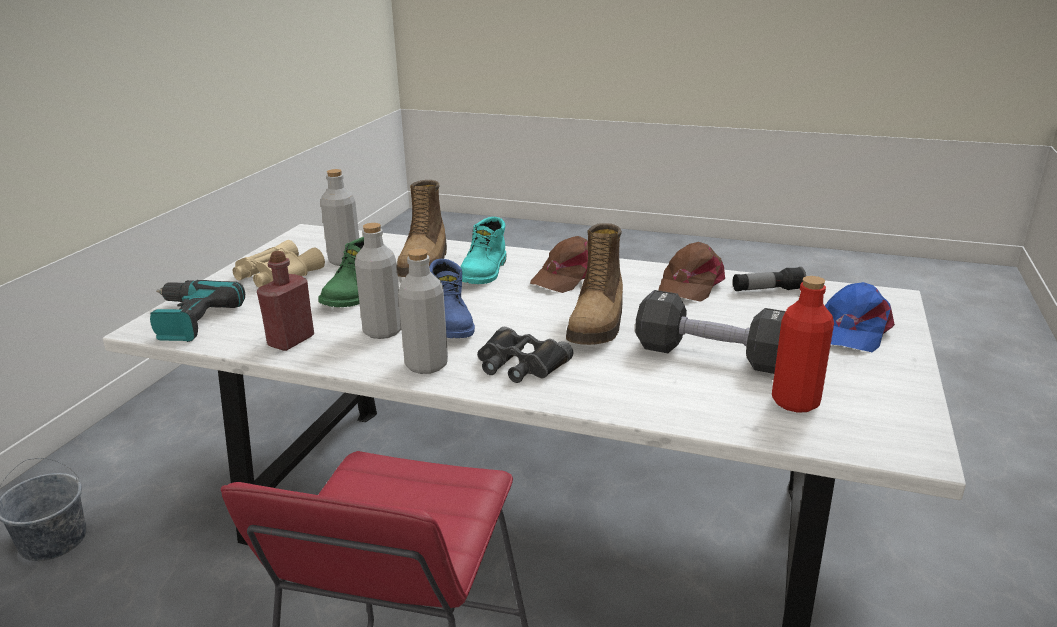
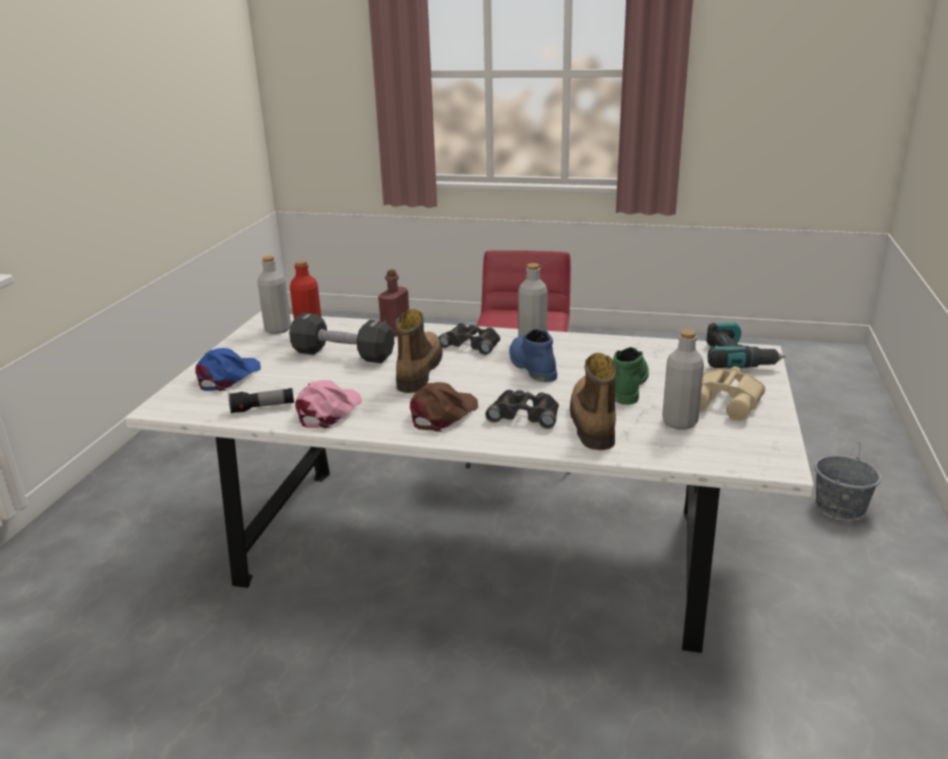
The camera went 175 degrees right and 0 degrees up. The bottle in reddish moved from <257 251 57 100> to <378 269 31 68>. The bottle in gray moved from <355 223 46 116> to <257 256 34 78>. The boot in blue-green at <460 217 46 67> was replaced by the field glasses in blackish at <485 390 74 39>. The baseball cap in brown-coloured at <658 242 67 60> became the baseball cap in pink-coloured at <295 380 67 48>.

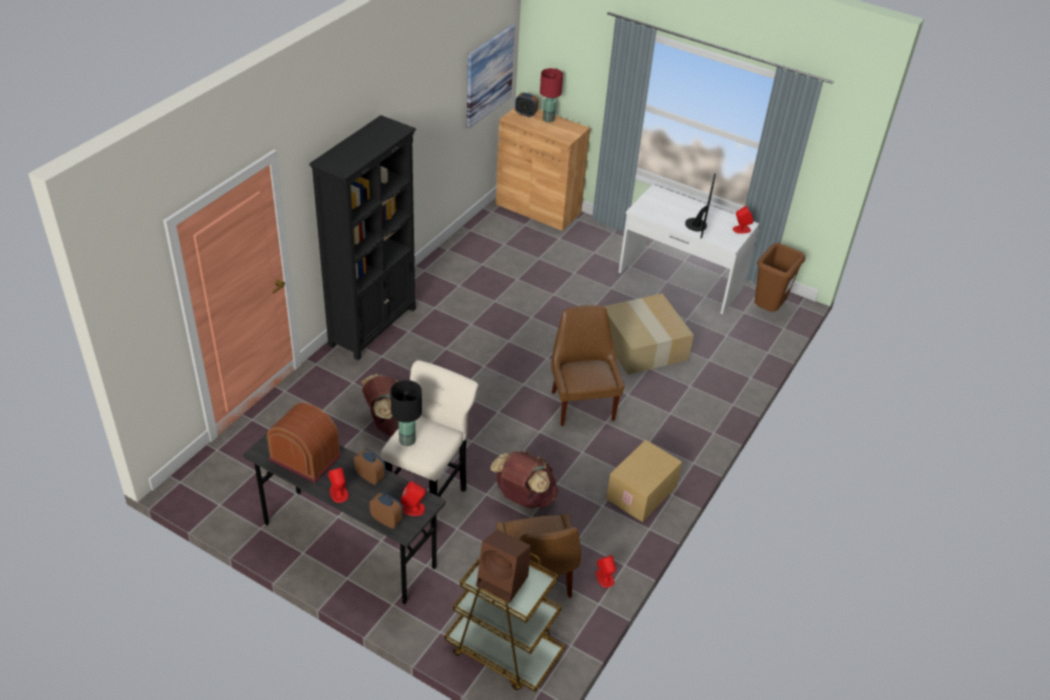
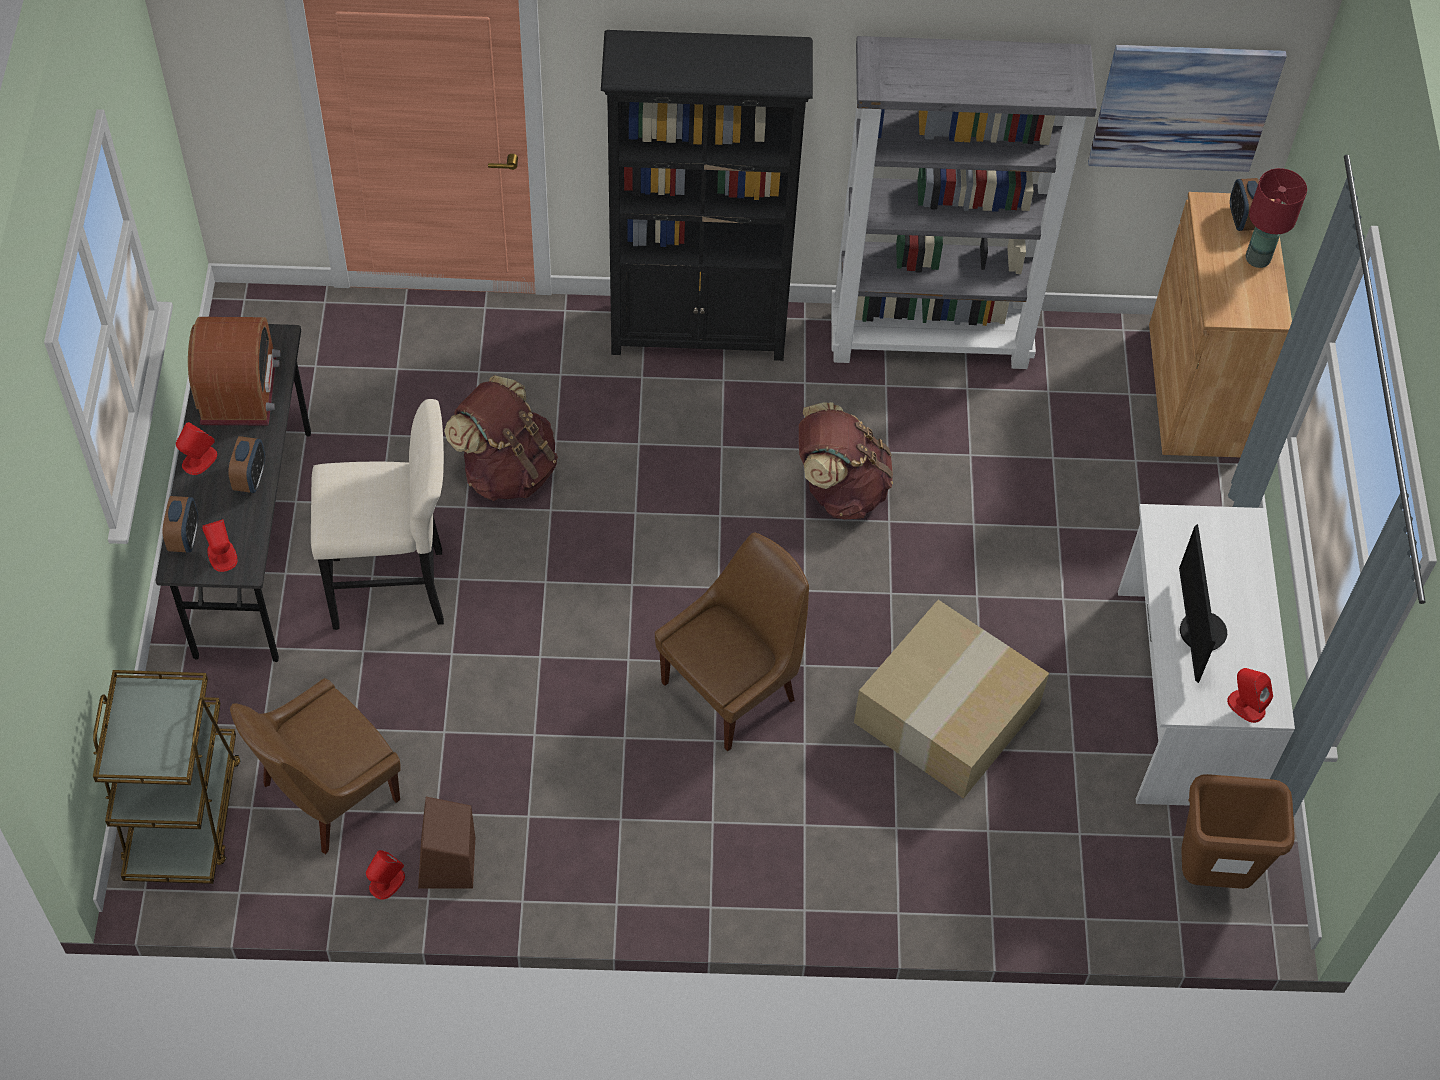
The camera went 60 degrees right and 15 degrees up. The tabletop lamp in blackish at <390 380 32 66> disappeared. The audio speaker in brown-coloured moved from <476 530 55 73> to <418 797 57 91>. The backpack in brown-coloured moved from <490 451 68 57> to <799 402 94 117>. The cardboard box at <606 440 76 82> disappeared. The monitor at <685 173 31 66> turned 105 degrees clockwise. The shelving unit in gray at <831 36 266 333> appeared.

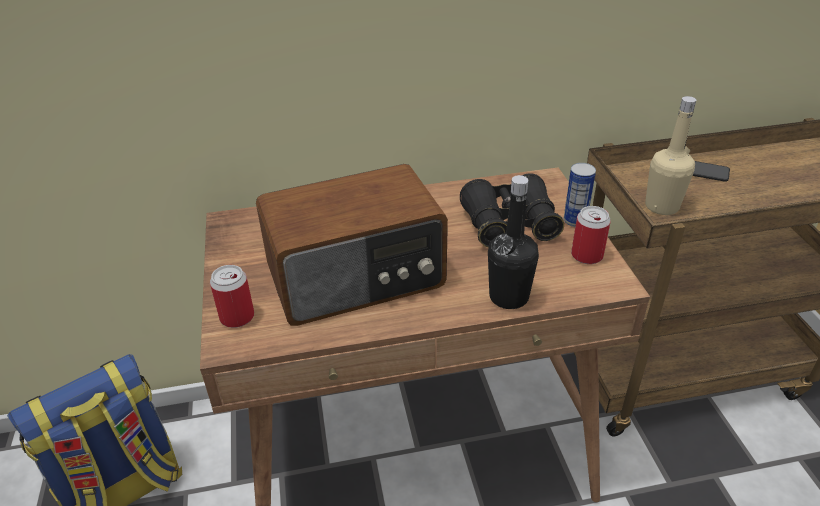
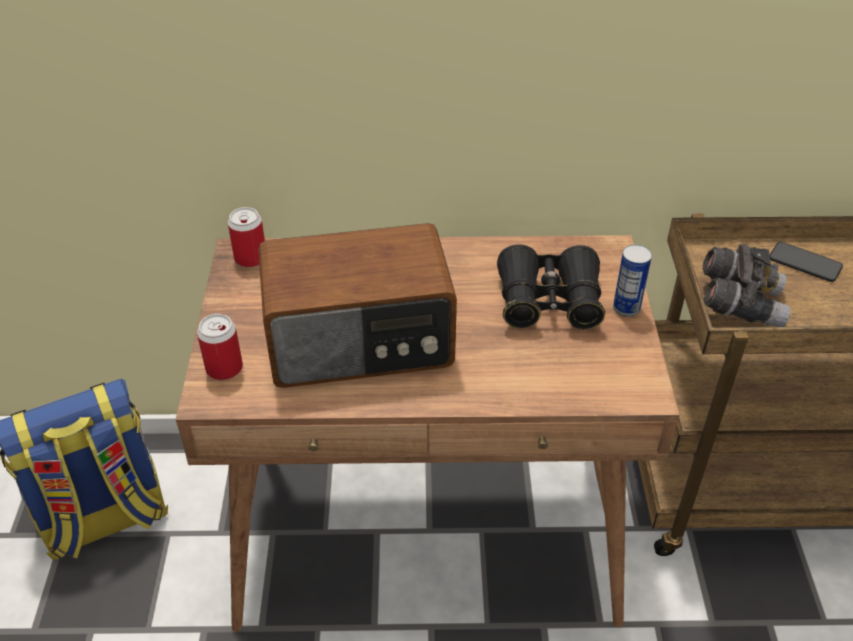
The camera went 10 degrees right and 5 degrees up. The bottle in blackish at <488 175 51 134> disappeared. The metal can moved from <571 206 40 58> to <228 207 37 60>. The bottle in sand-coloured at <645 96 51 119> was replaced by the field glasses in gray at <702 244 89 83>.

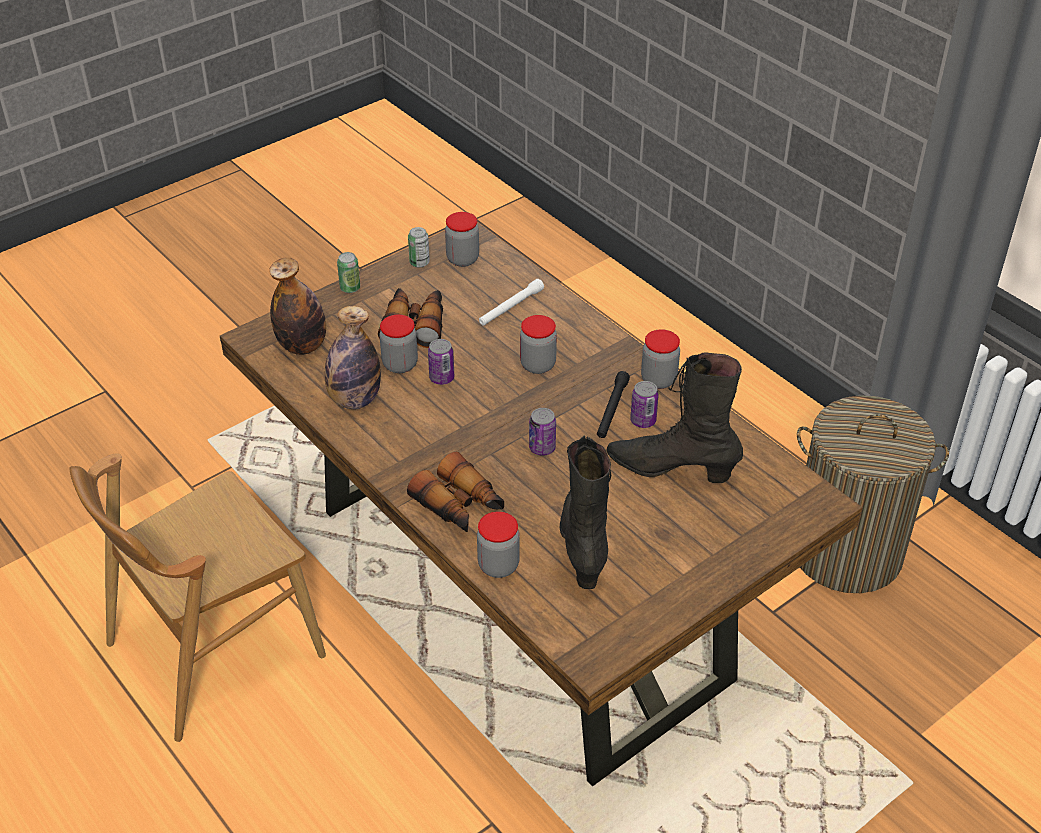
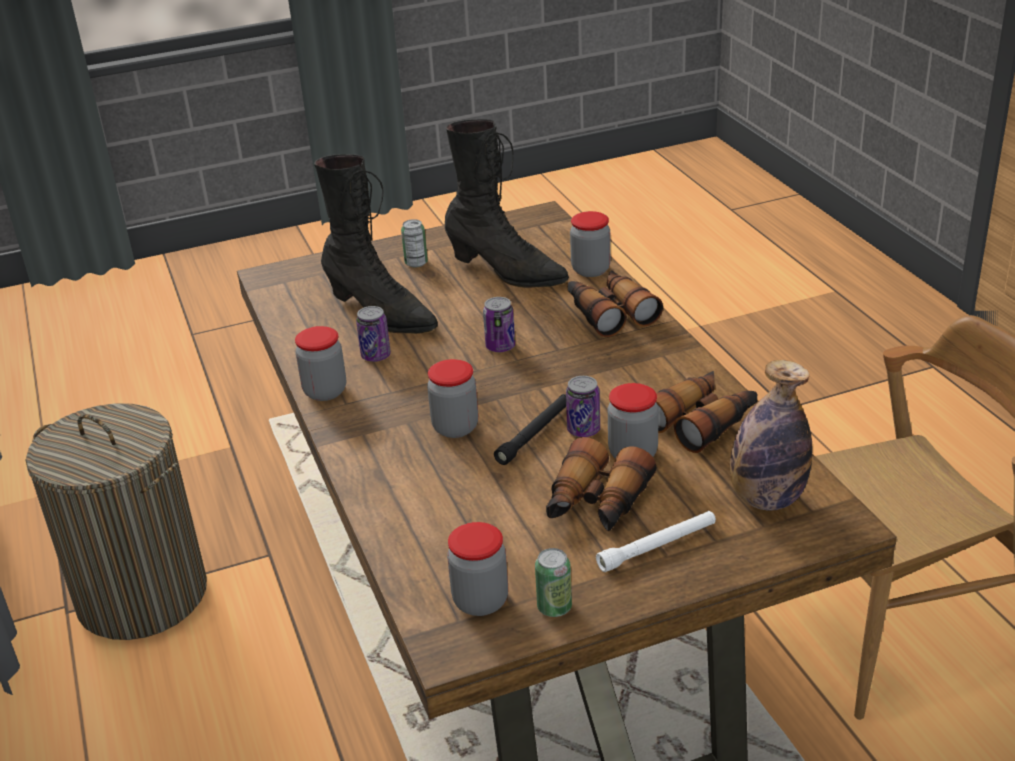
The camera went 160 degrees left and 10 degrees down. The bottle at <325 306 56 103> was replaced by the field glasses at <656 371 101 82>. The metal can moved from <337 252 23 41> to <401 219 27 48>. The hand torch in white-coloured moved from <479 279 65 47> to <596 511 120 61>. The boot in blackish at <560 435 51 154> turned 75 degrees counterclockwise. The hand torch in blackish moved from <597 371 33 67> to <494 394 72 71>.

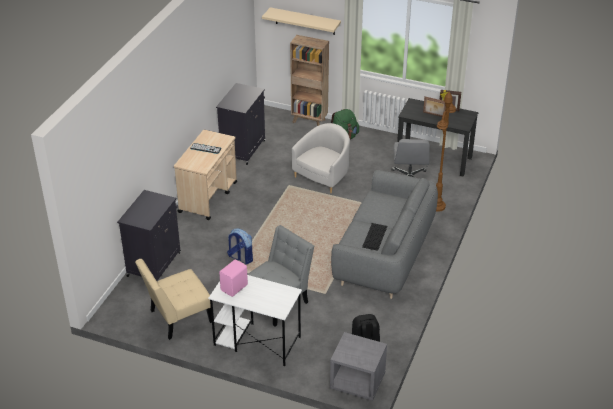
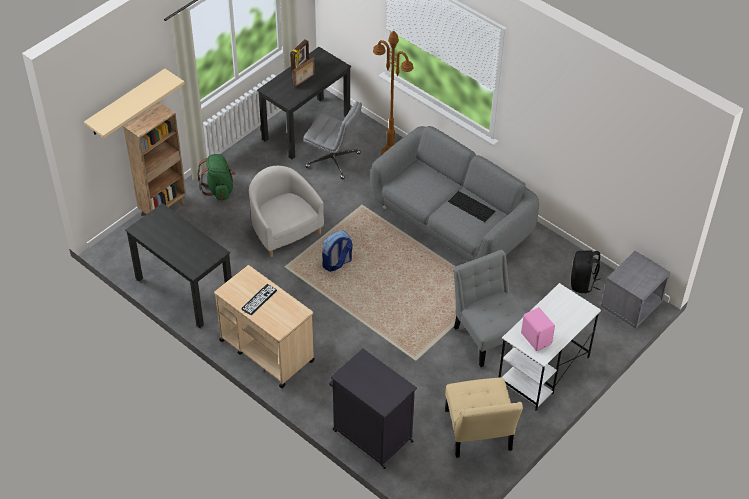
The camera went 70 degrees left and 10 degrees up. The storage cabinet in blackish at <216 83 49 82> was replaced by the desk in blackish at <125 203 107 125>. The backpack moved from <227 228 26 36> to <322 231 30 41>.

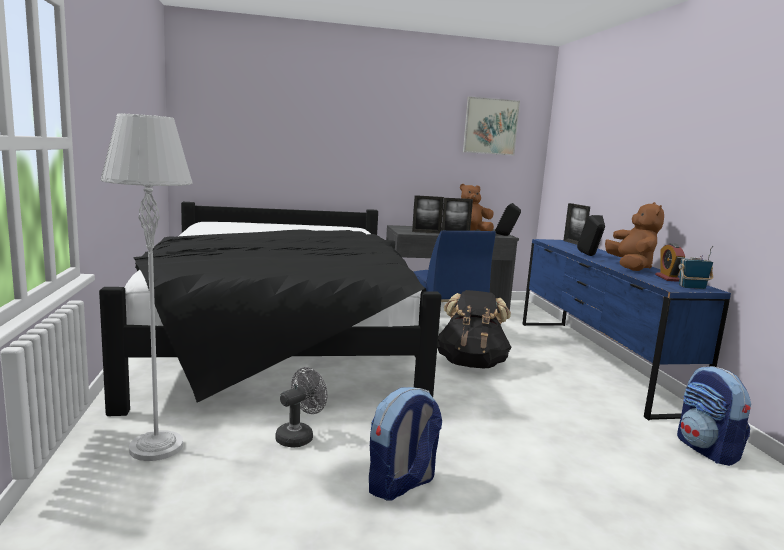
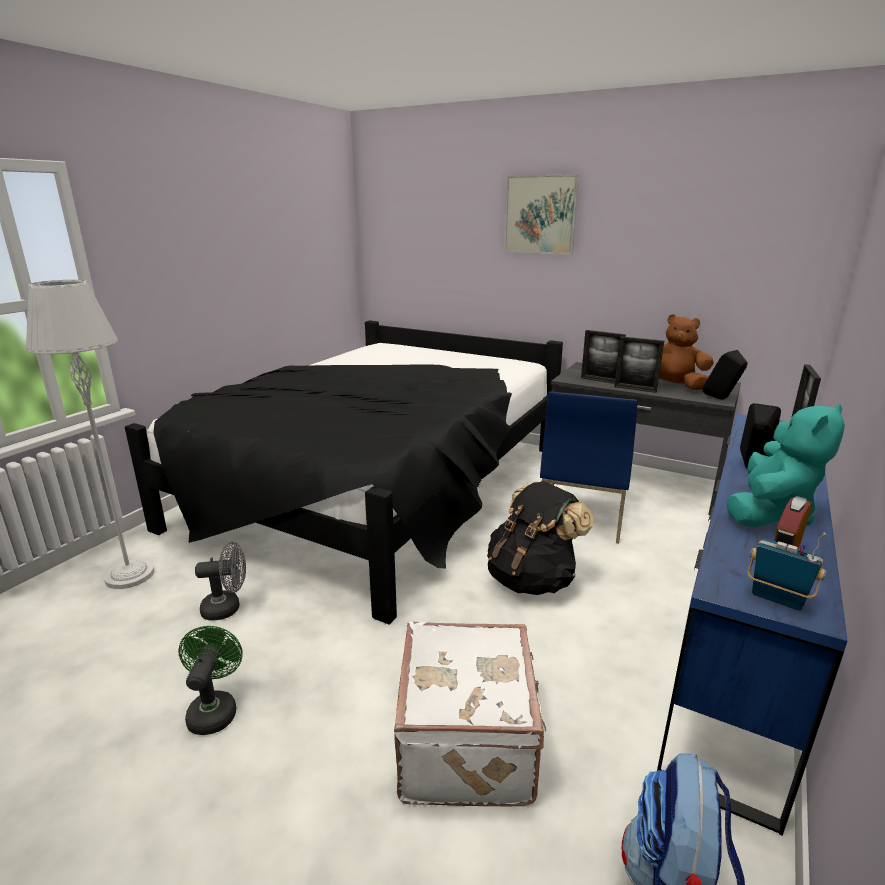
The camera went 40 degrees right and 10 degrees up. The backpack at <369 387 73 114> was replaced by the fan in green at <178 626 65 109>. The wall art moved from <463 96 57 59> to <504 175 75 80>. The plush toy in brown-coloured at <605 202 59 69> became the plush toy in blue-green at <726 404 119 124>. The suitcase in white-coloured at <394 622 152 184> appeared.

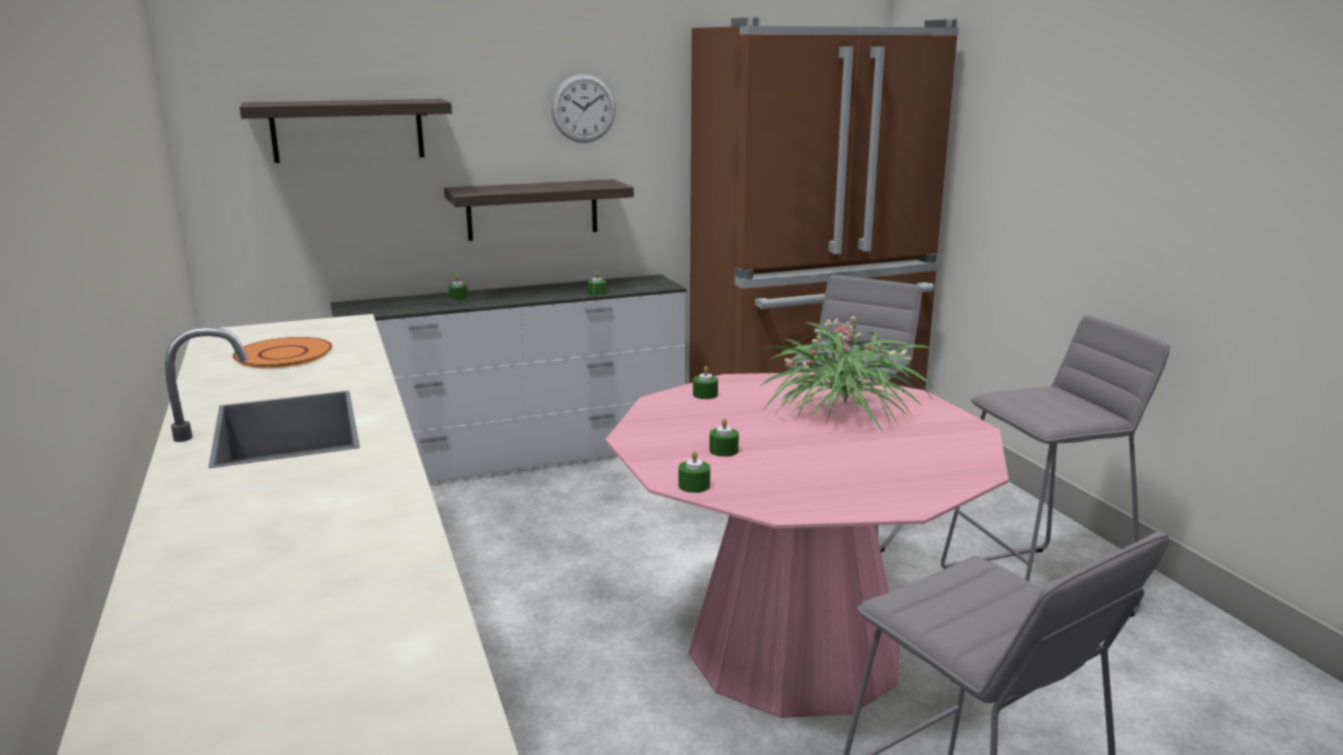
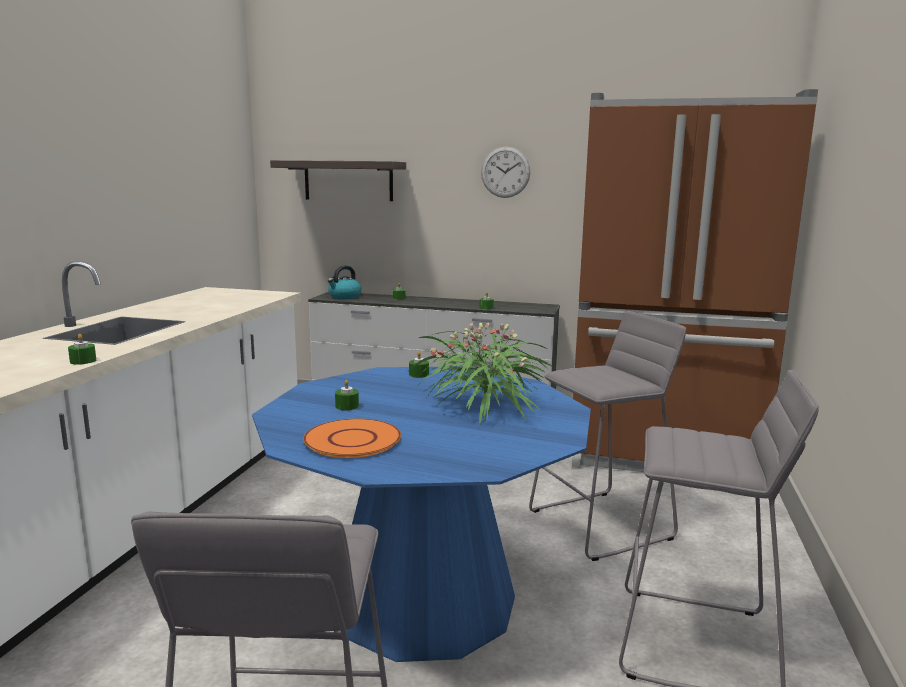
The camera went 35 degrees right and 5 degrees down. The dinner plate in orangey moved from <233 337 99 31> to <303 419 98 39>. The bracket shelf at <444 179 190 62> disappeared. The dinner table in pink-coloured at <606 372 403 346> became the dinner table in bluish at <252 366 339 296>. The candle in green moved from <679 451 31 42> to <68 334 28 31>. The kettle at <328 265 34 34> appeared.

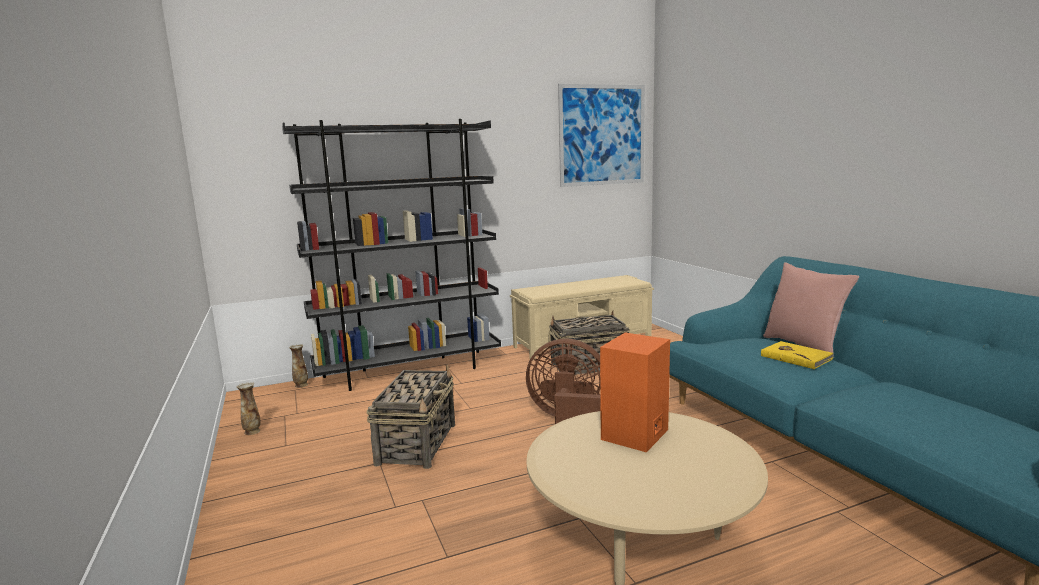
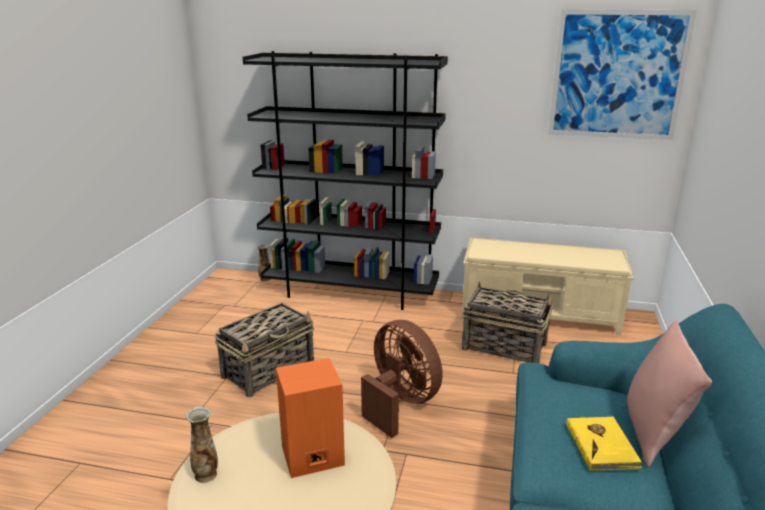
The camera went 35 degrees right and 10 degrees up. The flower vase moved from <237 382 24 53> to <185 406 33 77>.

